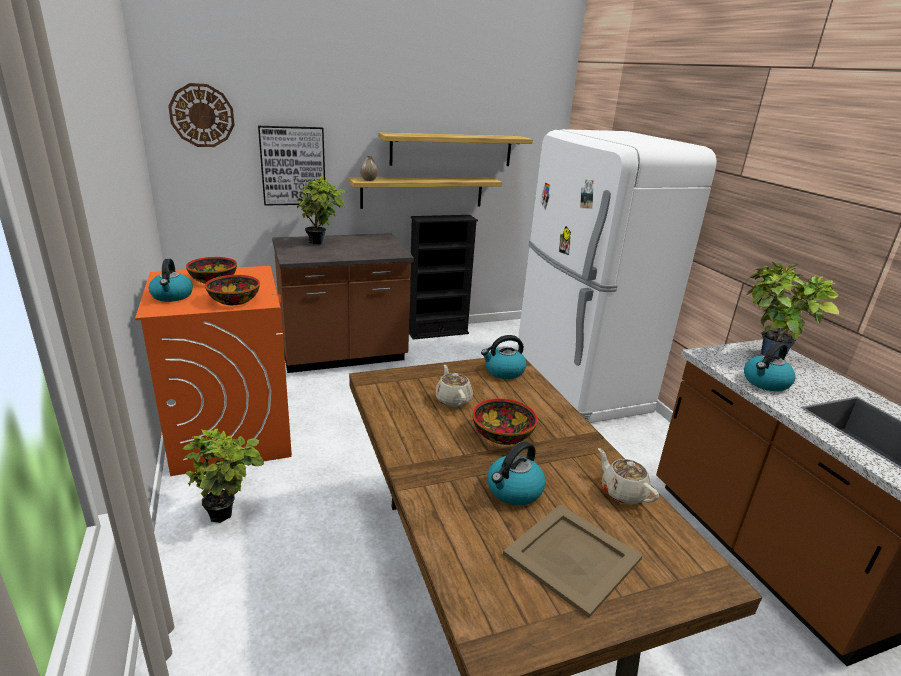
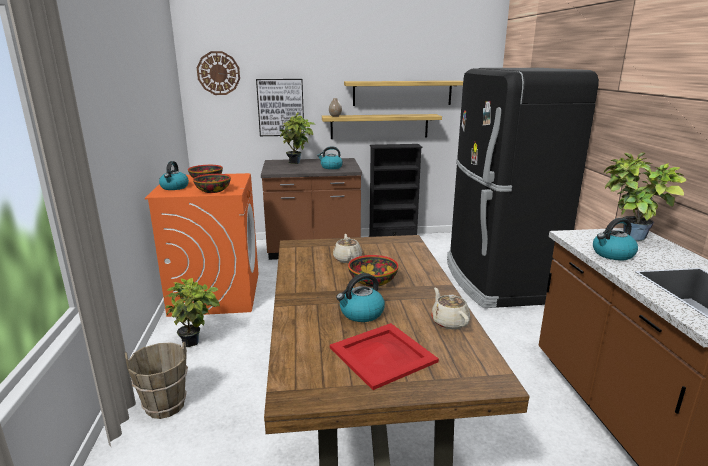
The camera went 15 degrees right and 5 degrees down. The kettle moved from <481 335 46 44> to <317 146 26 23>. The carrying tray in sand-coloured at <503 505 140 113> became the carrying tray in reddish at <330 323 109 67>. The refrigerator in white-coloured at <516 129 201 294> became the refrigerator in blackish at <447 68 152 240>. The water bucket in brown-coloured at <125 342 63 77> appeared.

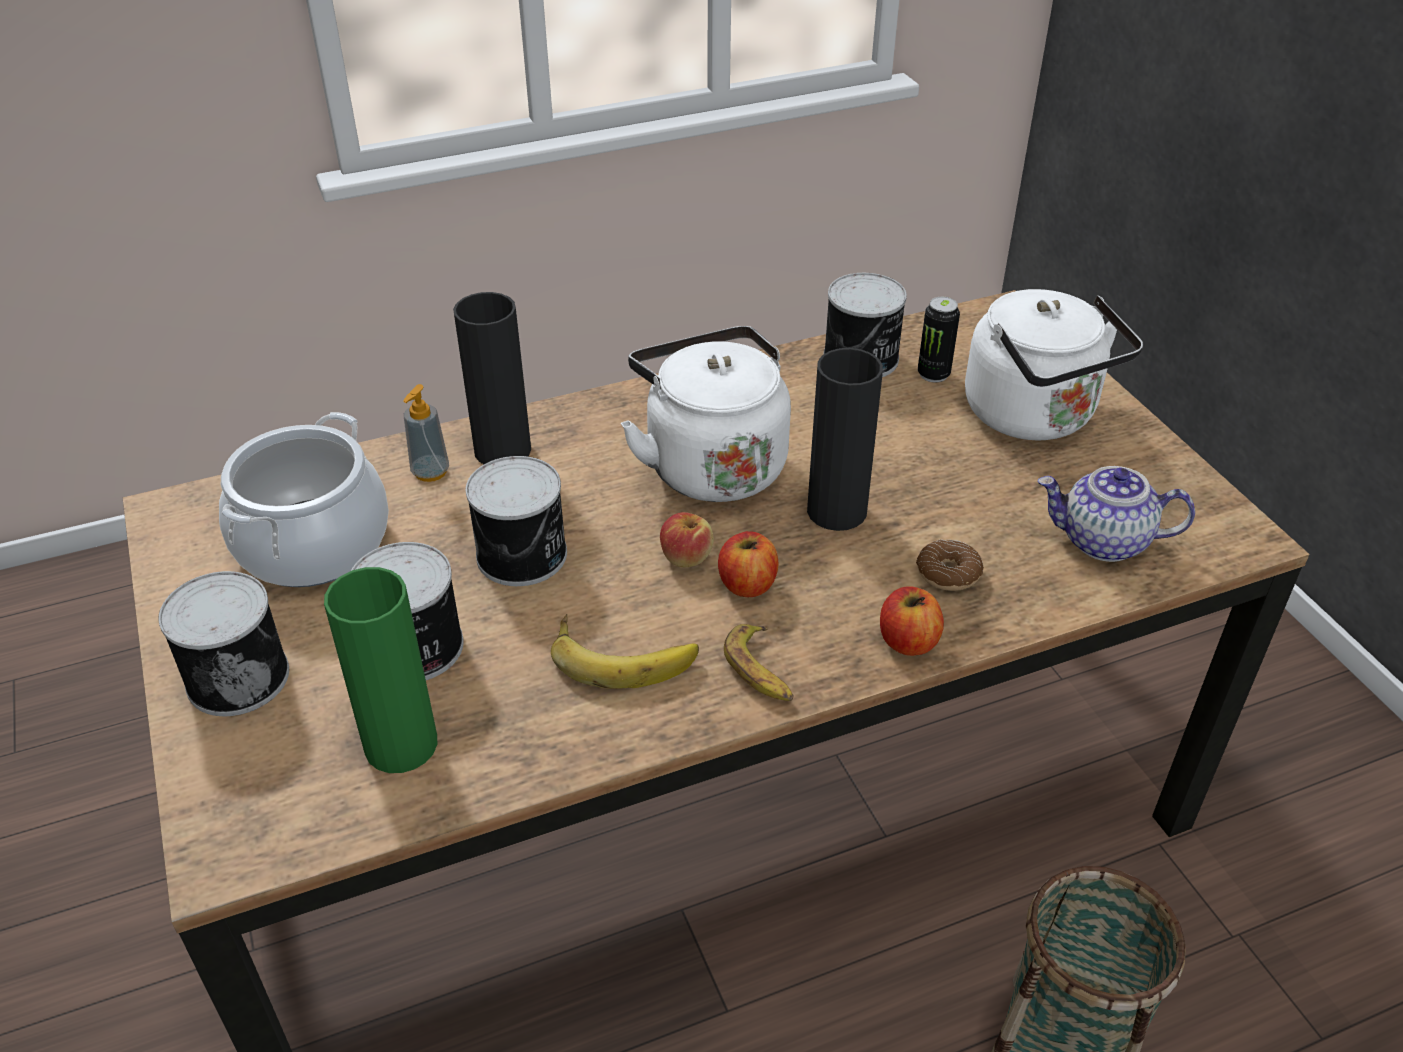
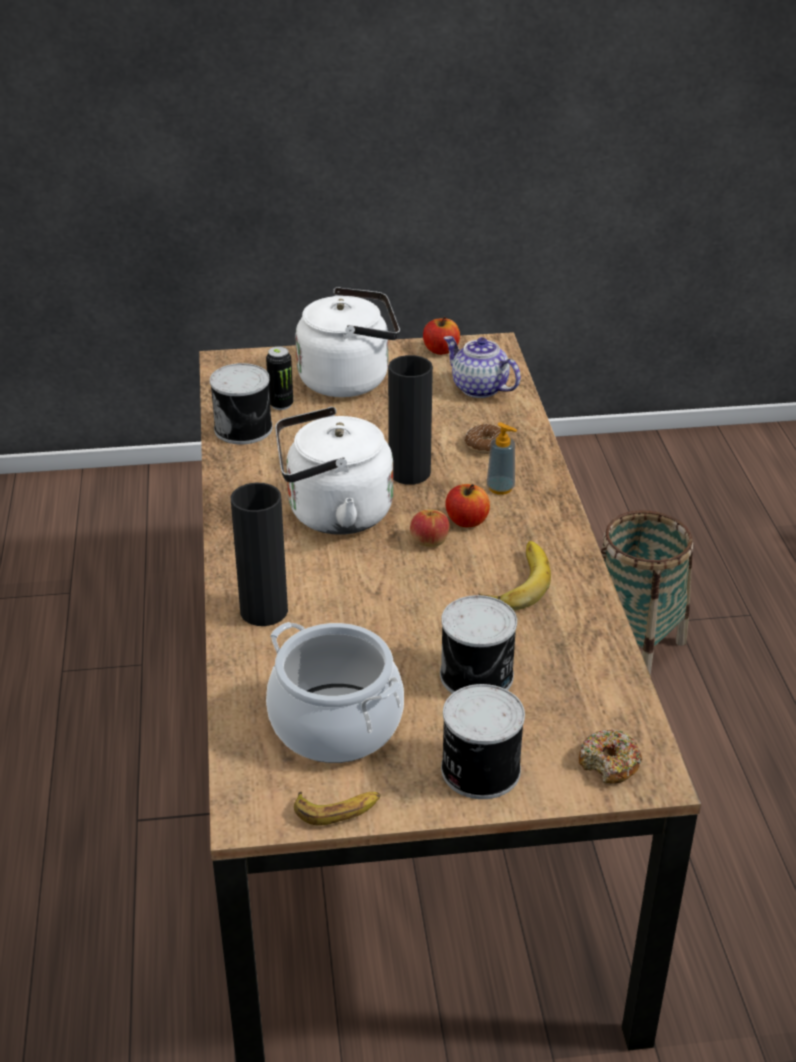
The camera went 75 degrees left and 5 degrees down. The flower vase in green at <324 567 113 206> disappeared. The soap dispenser moved from <403 384 46 98> to <487 422 30 73>. The metal can at <466 456 101 130> disappeared. The banana fruit moved from <724 624 70 77> to <294 791 87 35>. The apple moved from <880 586 64 70> to <423 317 37 38>. The pot for tea at <1038 466 157 96> turned 105 degrees clockwise. The donut at <579 729 63 55> appeared.

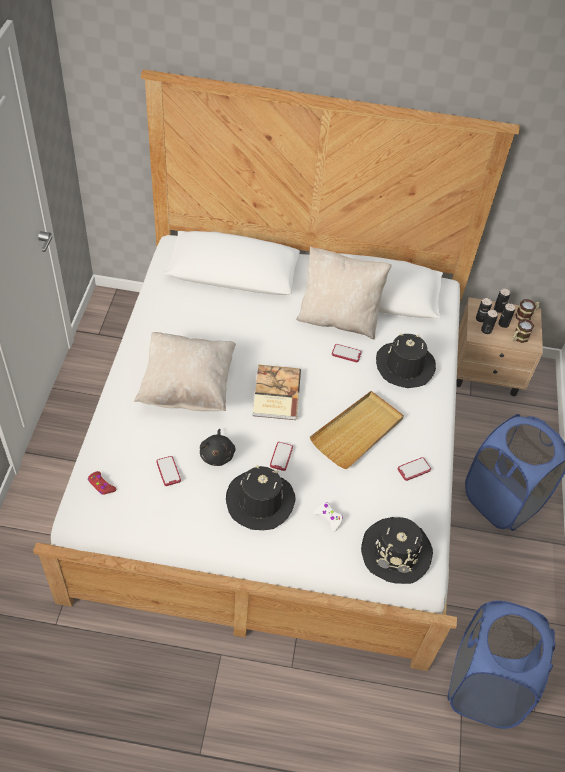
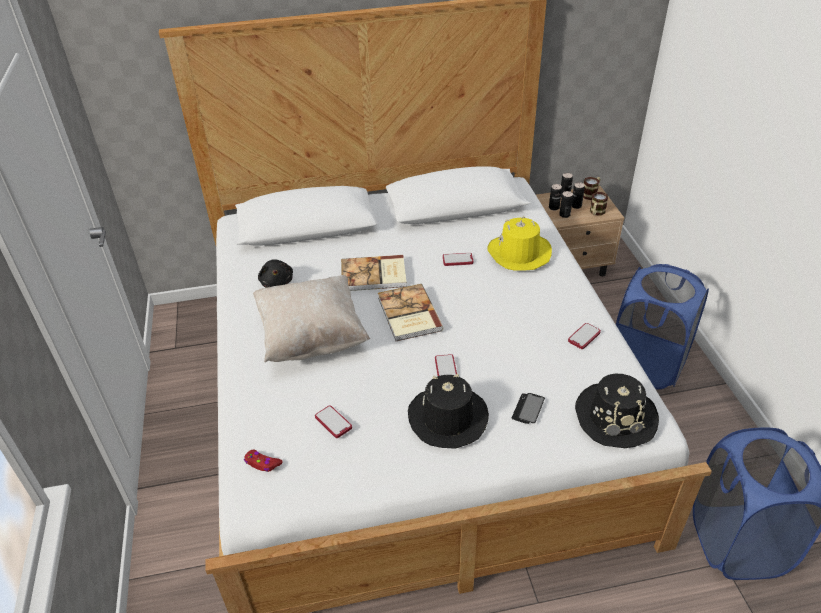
The camera went 15 degrees left and 10 degrees down. The plush toy in blackish moved from <200 429 36 37> to <258 259 35 29>. The pillow in sand-coloured at <296 246 96 93> disappeared. The carrying tray in sand-coloured at <310 391 94 78> disappeared. The game controller in white-coloured at <313 502 30 29> was replaced by the phone at <512 393 33 31>. The wearable hat in blackish at <376 333 60 55> became the wearable hat in yellow at <487 216 65 54>. The bound book at <341 255 66 36> appeared.

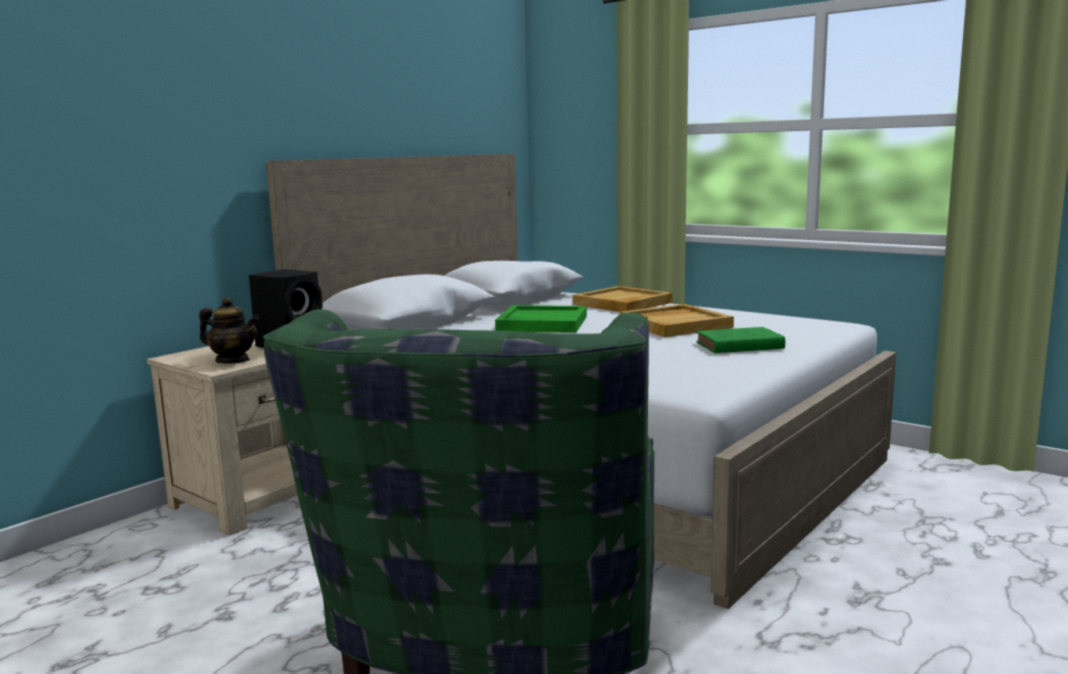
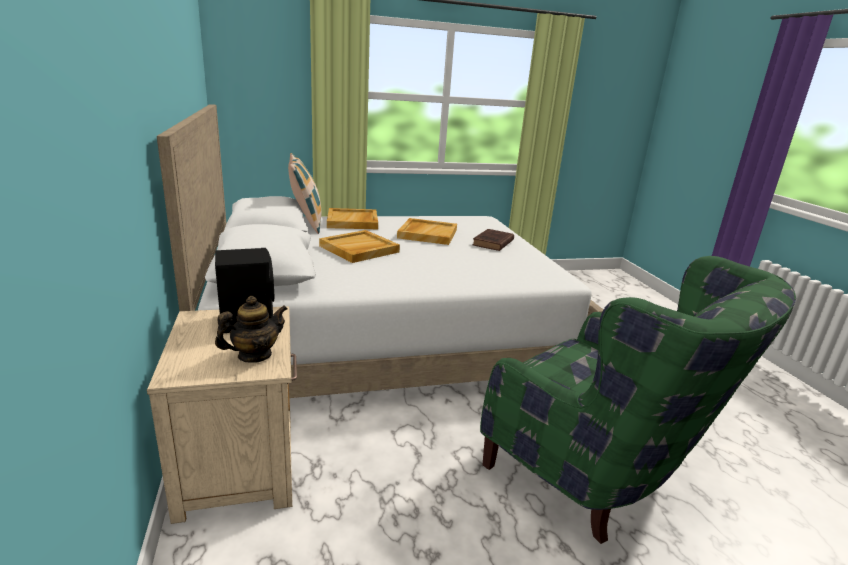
The camera went 55 degrees left and 10 degrees up. The carrying tray in green at <495 305 92 28> became the carrying tray in sand-coloured at <319 230 81 33>. The bound book in green at <696 327 89 26> became the bound book in brown-coloured at <472 229 42 22>. The pillow at <288 153 33 80> appeared.

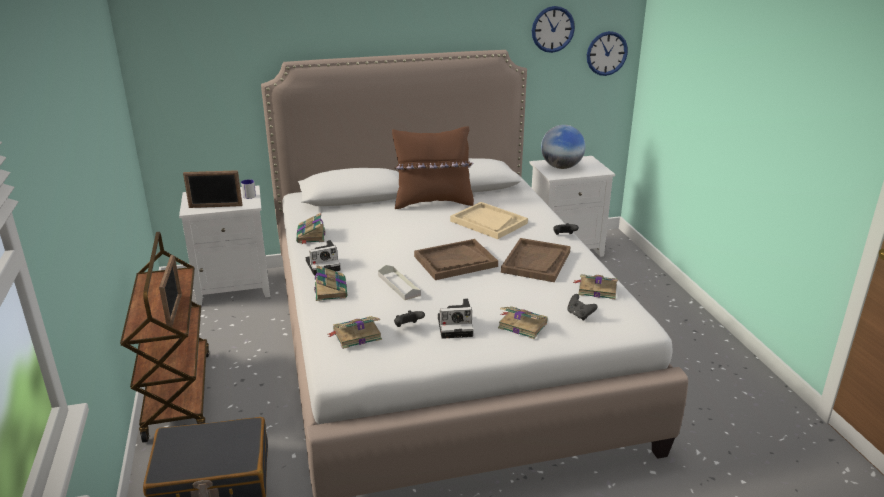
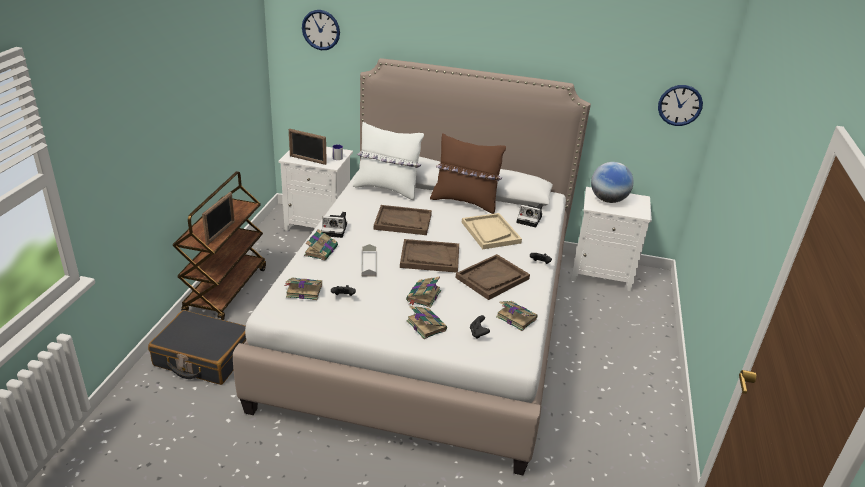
The camera went 25 degrees right and 5 degrees up. The bound book moved from <296 213 29 31> to <406 277 35 31>. The still camera moved from <438 298 35 41> to <517 204 26 24>. The wall clock moved from <532 6 43 47> to <302 10 38 40>. The pillow in white-coloured at <353 122 71 78> appeared. The carrying tray in brown-coloured at <374 205 58 30> appeared.

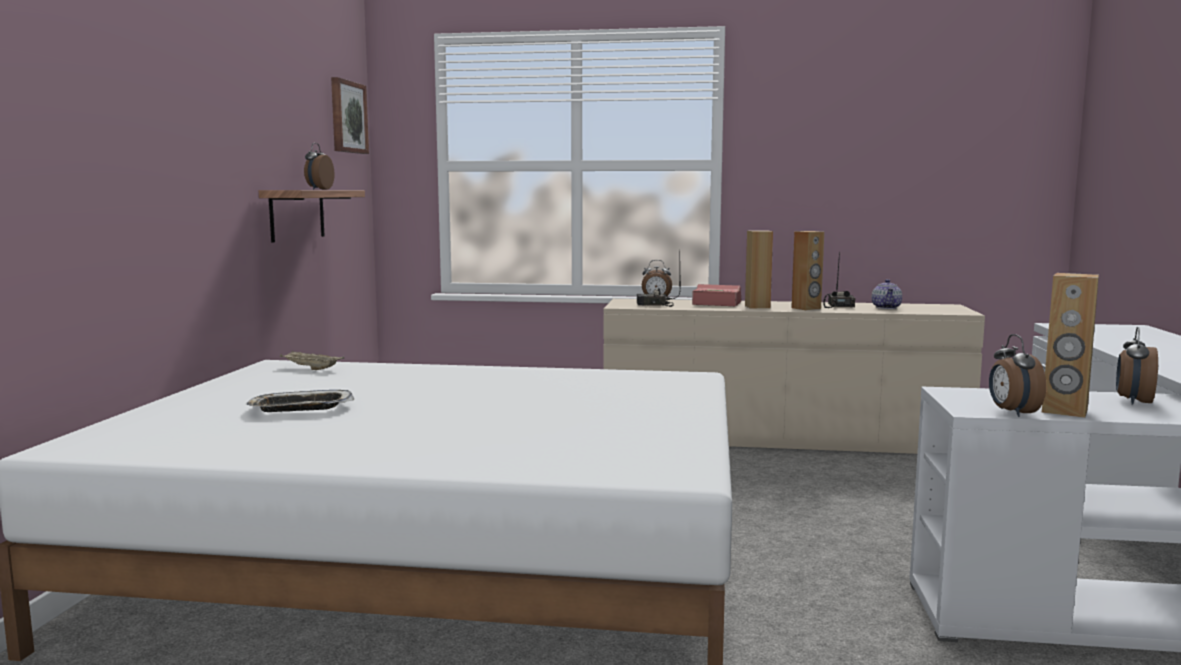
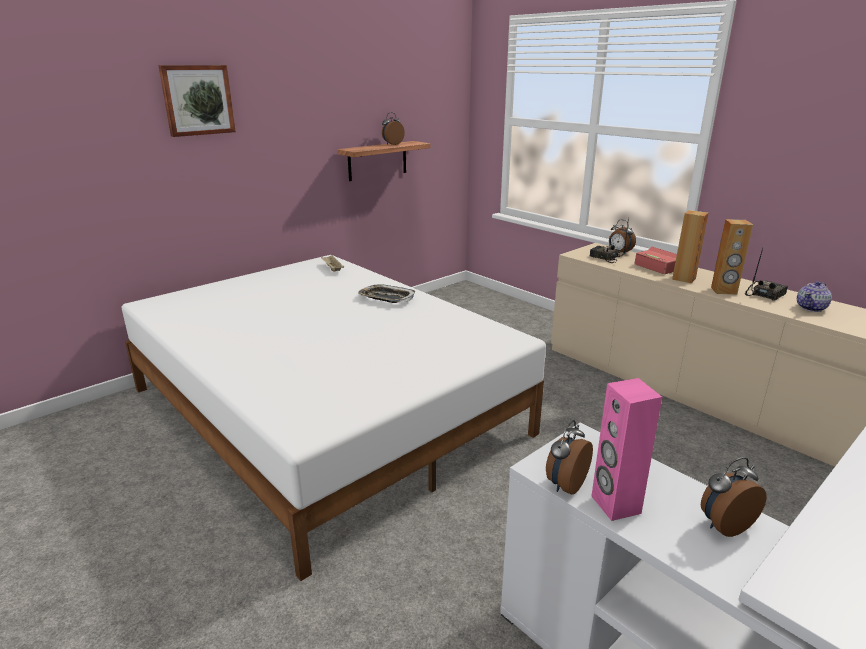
The camera went 40 degrees right and 15 degrees up. The carrying tray moved from <246 390 108 22> to <358 284 58 19>. The wall art moved from <331 77 38 77> to <158 65 78 72>. The audio speaker in brown-coloured at <1042 273 57 145> became the audio speaker in pink-coloured at <591 378 71 143>.

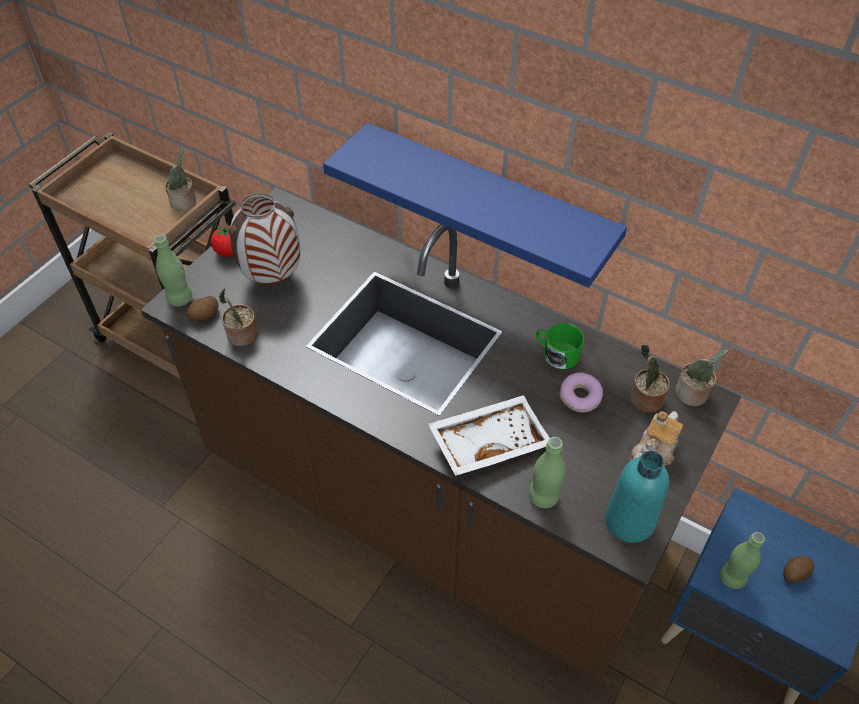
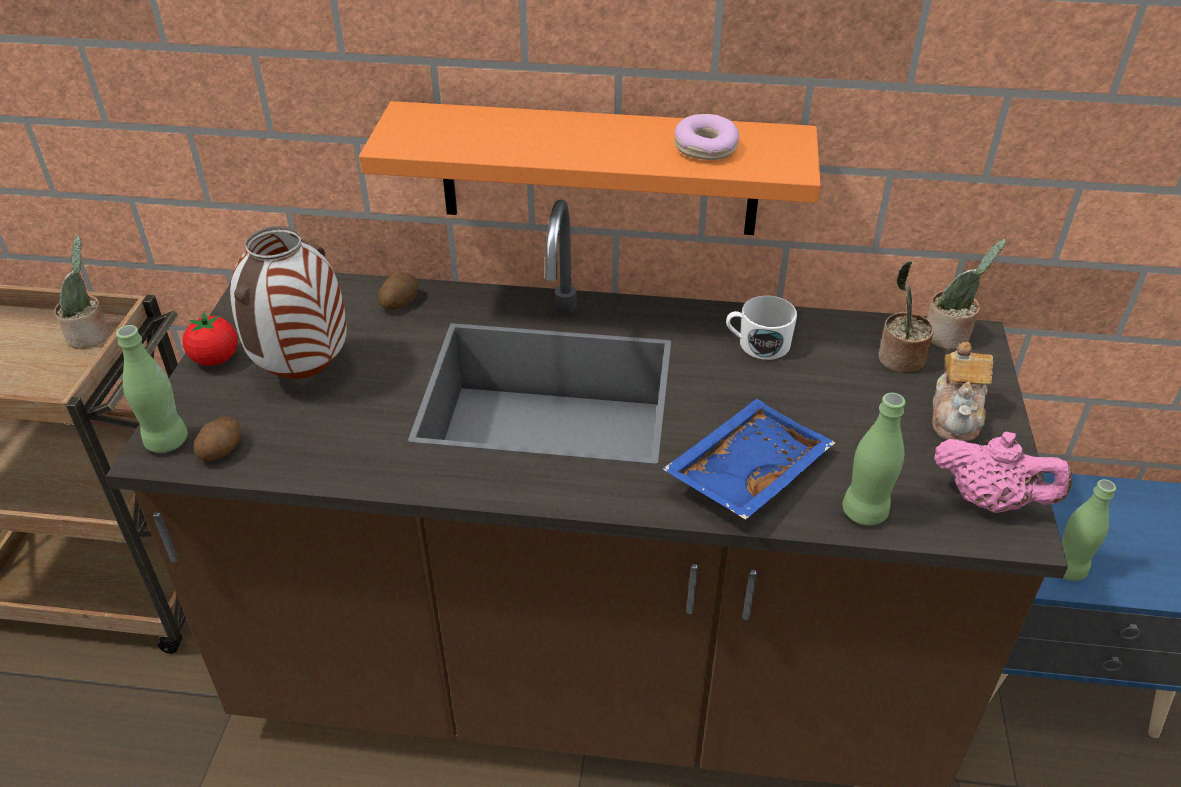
The camera went 25 degrees left and 10 degrees down. The potted plant at <219 288 39 58> disappeared. The bracket shelf in bluish at <323 122 304 166> became the bracket shelf in orangey at <359 101 462 134>. The carrying tray in white-coloured at <428 395 122 81> became the carrying tray in bluish at <662 399 173 121>. The coffee mug in green at <536 323 48 46> became the coffee mug in white-coloured at <726 295 71 65>. The donut moved from <560 372 43 41> to <675 114 64 46>. The bottle in blue-green at <605 451 64 92> was replaced by the pot for tea in pink-coloured at <934 432 138 81>. The spud moved from <783 556 31 28> to <378 273 40 37>.

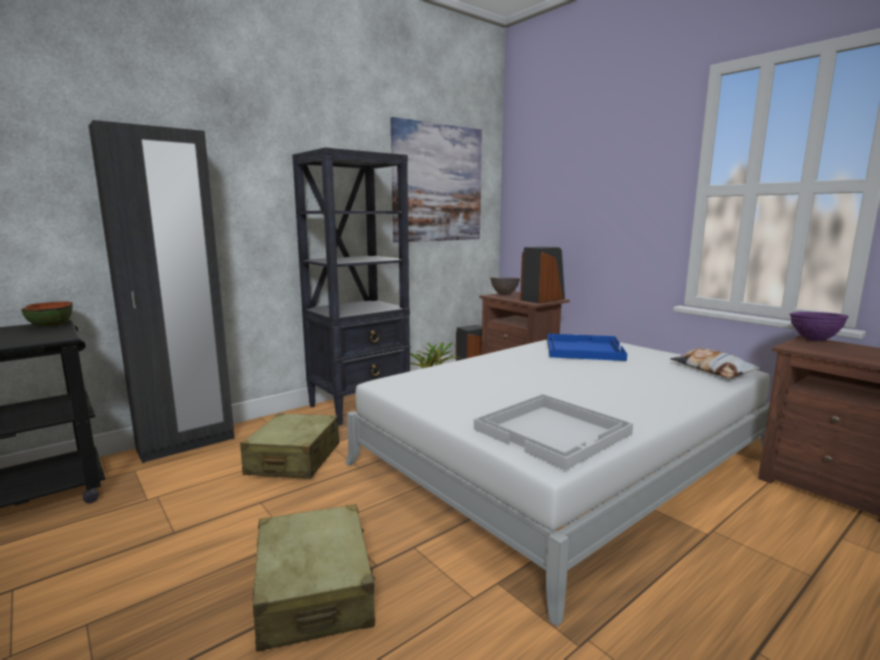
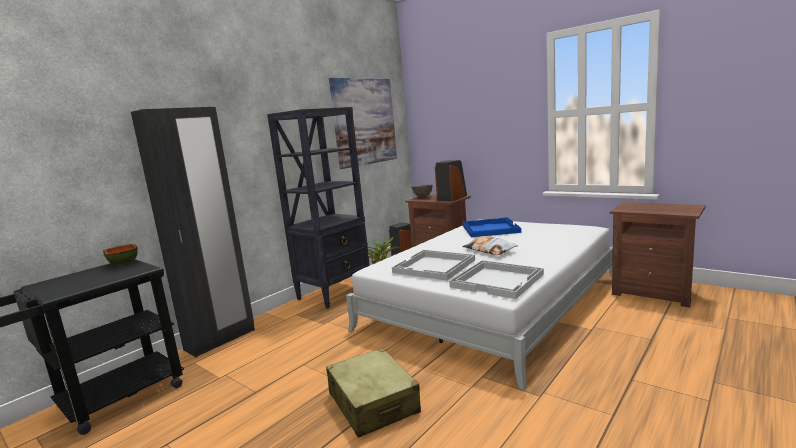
The camera went 10 degrees left and 0 degrees up. The suitcase in sand-coloured at <240 413 99 66> disappeared. The pillow moved from <670 348 90 30> to <462 236 56 19>. The bowl in purple at <789 312 60 29> disappeared. The carrying tray in white-coloured at <392 250 83 31> appeared.

